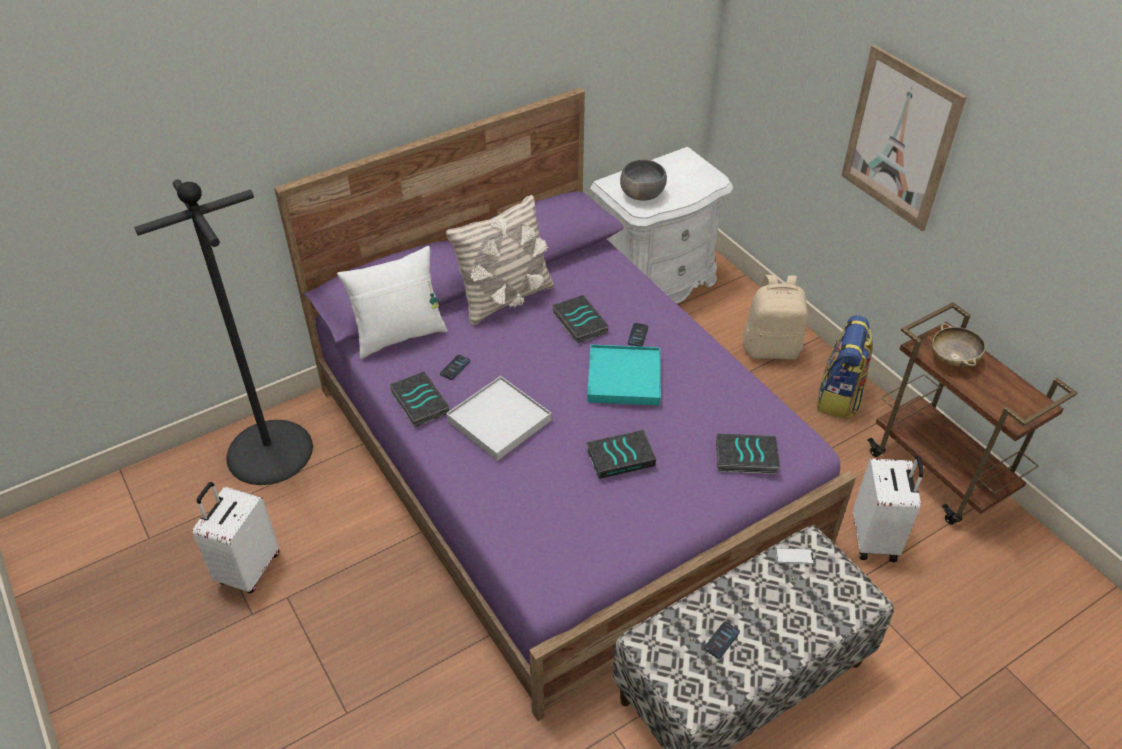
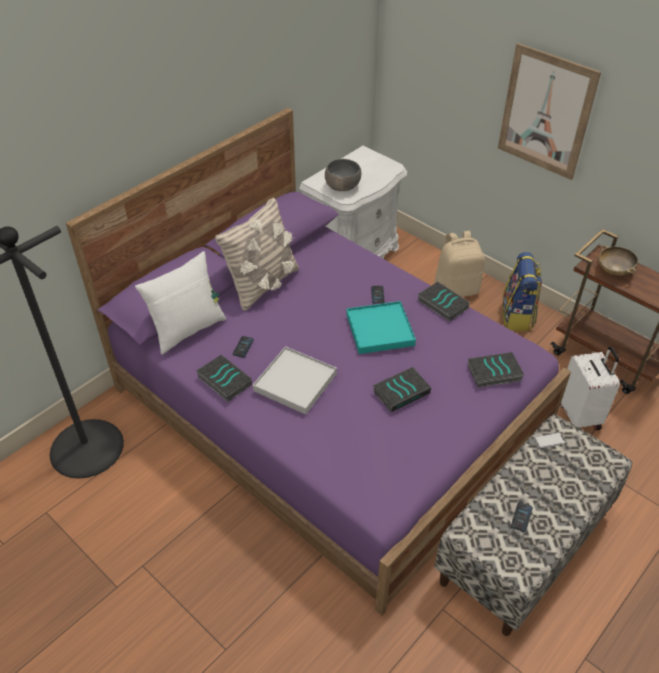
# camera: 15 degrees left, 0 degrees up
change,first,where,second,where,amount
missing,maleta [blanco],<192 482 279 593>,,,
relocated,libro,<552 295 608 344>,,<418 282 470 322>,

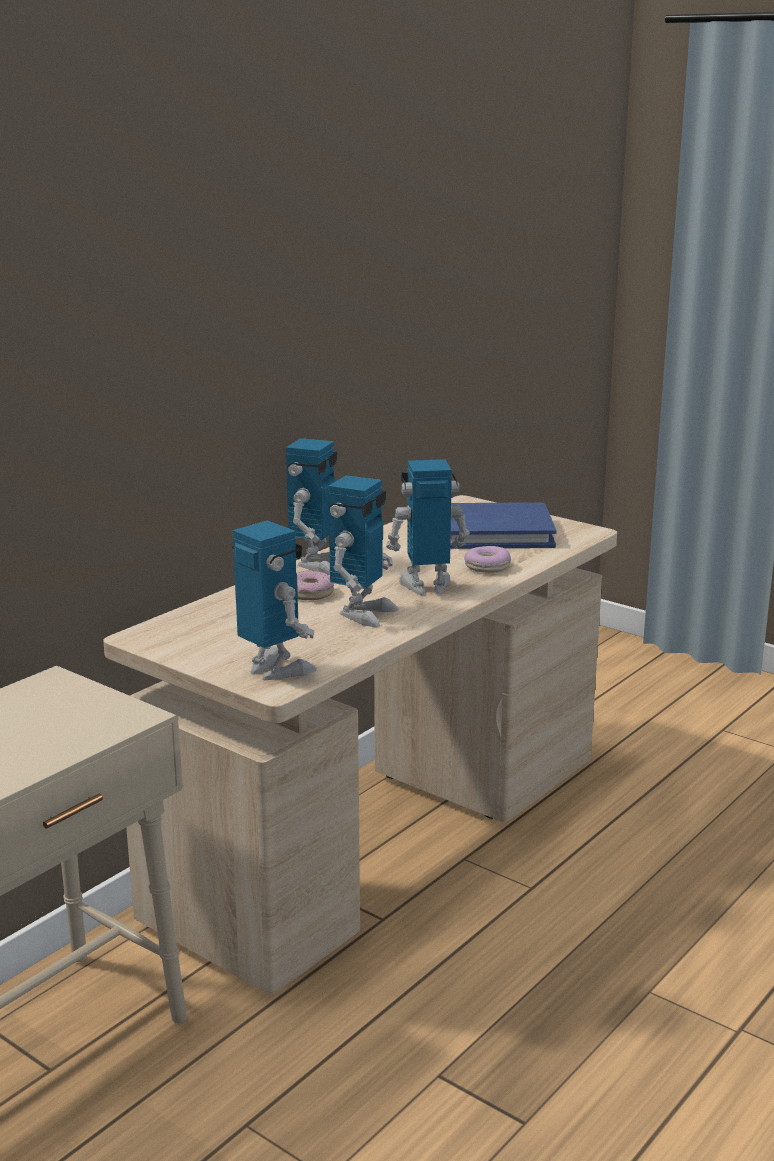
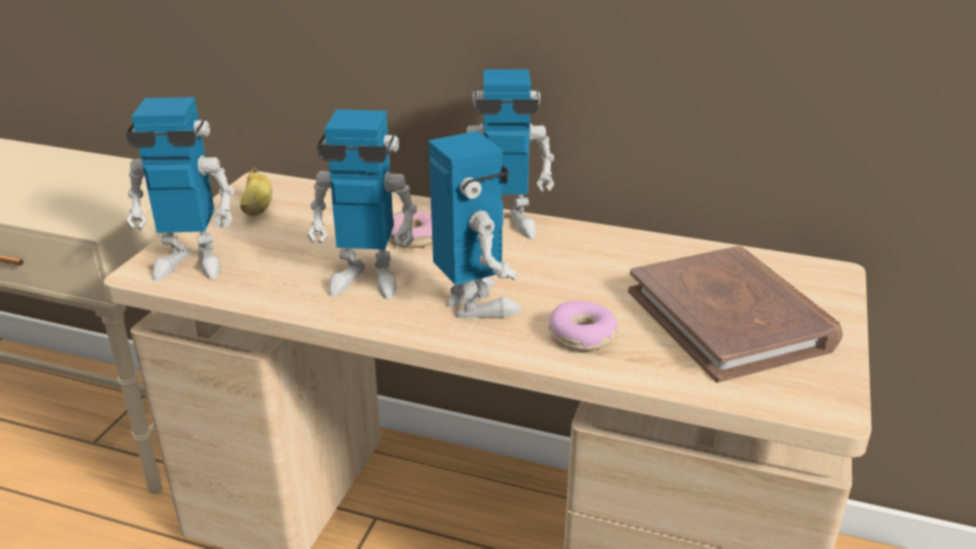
# camera: 70 degrees right, 10 degrees up
change,first,where,second,where,amount
appeared,,,plátano,<240 167 272 216>,
colour,libro [azul],<450 502 557 549>,libro [marrón],<628 246 843 383>,
spun,robot de juguete,<232 520 316 680>,,<125 97 234 281>,60 degrees clockwise

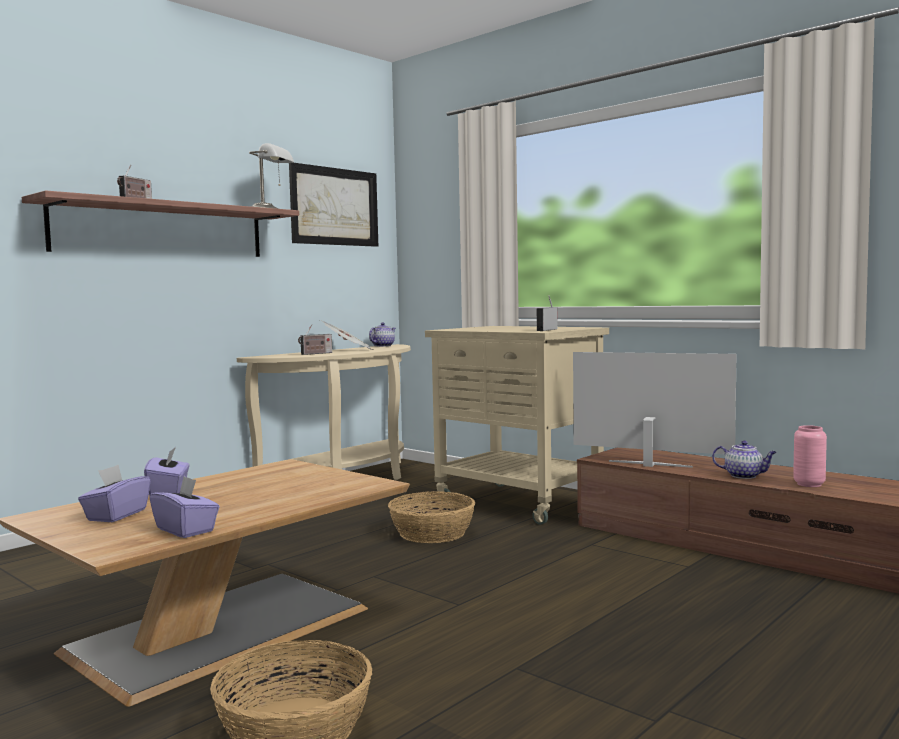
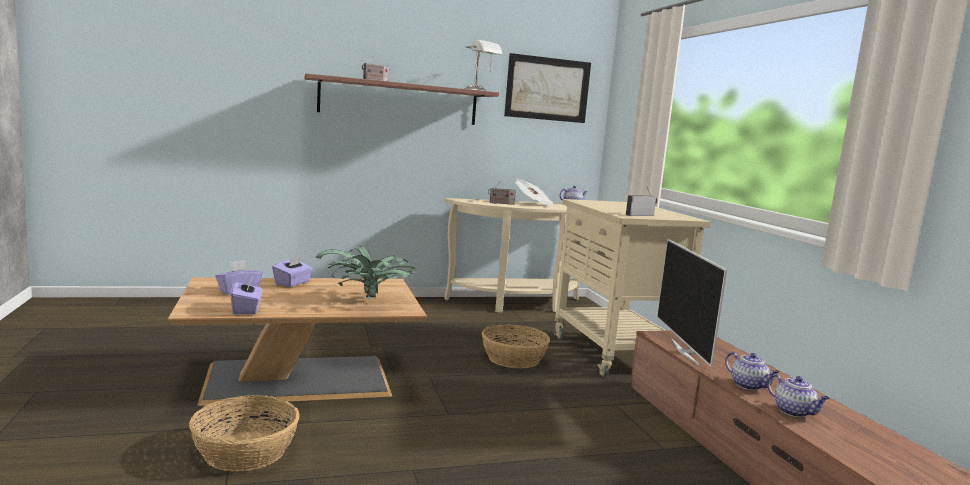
# camera: 30 degrees right, 5 degrees up
change,first,where,second,where,amount
appeared,,,planta en maceta,<316 246 416 301>,
exchanged,florero [rosa],<793 425 827 487>,tetera,<767 374 830 417>,
spun,televisor,<573 352 736 468>,,<657 239 727 367>,150 degrees counterclockwise

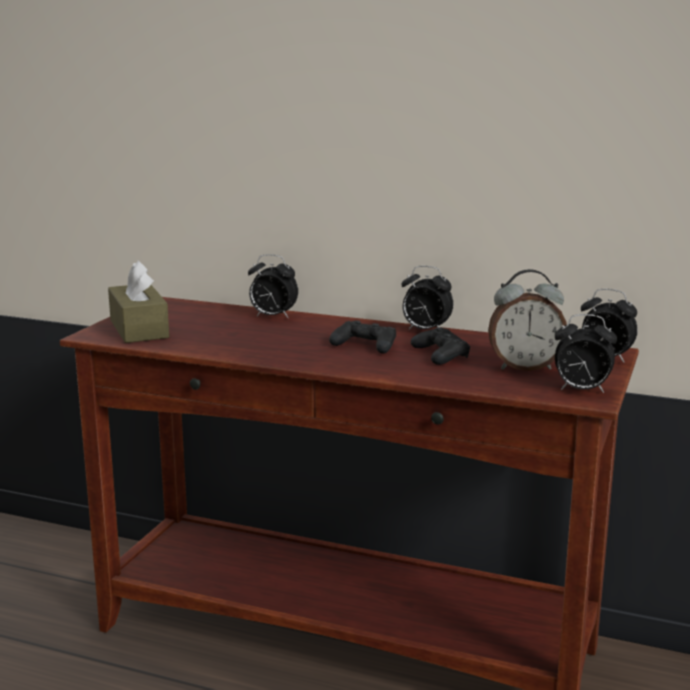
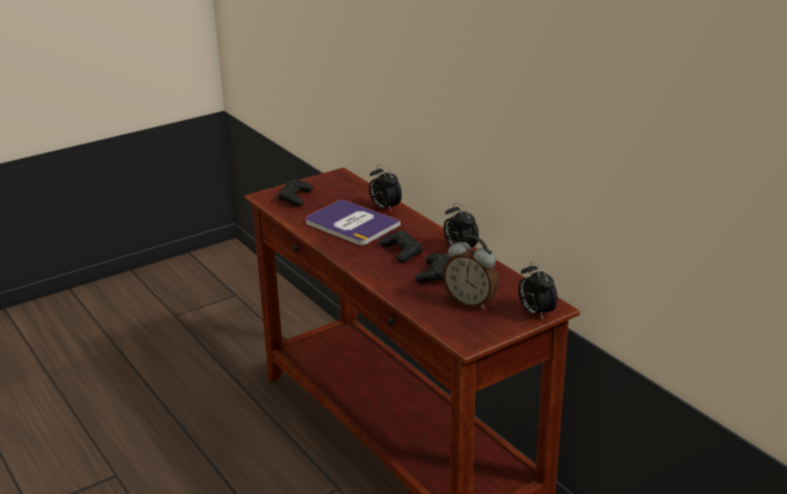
# camera: 35 degrees right, 10 degrees up
change,first,where,second,where,amount
missing,despertador,<555 314 617 393>,,,
appeared,,,libro,<306 199 401 245>,
exchanged,caja de pañuelos [marrón],<108 261 169 343>,mando de consola [negro],<278 179 313 206>,

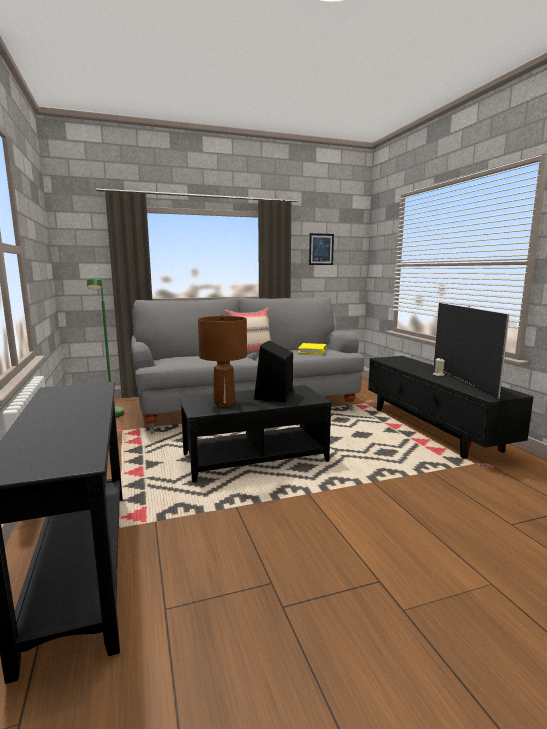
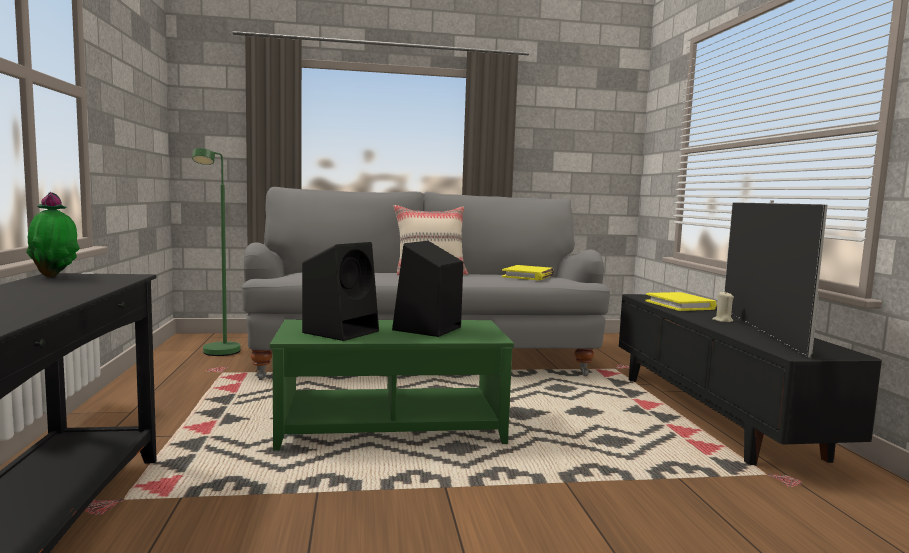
# camera: 10 degrees right, 5 degrees down
change,first,where,second,where,amount
missing,cuadro,<309 233 334 265>,,,
appeared,,,planta en maceta,<26 192 80 277>,
appeared,,,libro [amarillo],<646 292 717 311>,
exchanged,lámpara de mesa [marrón],<198 315 247 407>,altavoz [negro],<302 242 379 341>,
colour,mesa de centro [negro],<179 385 332 483>,mesa de centro [verde],<270 320 514 450>,

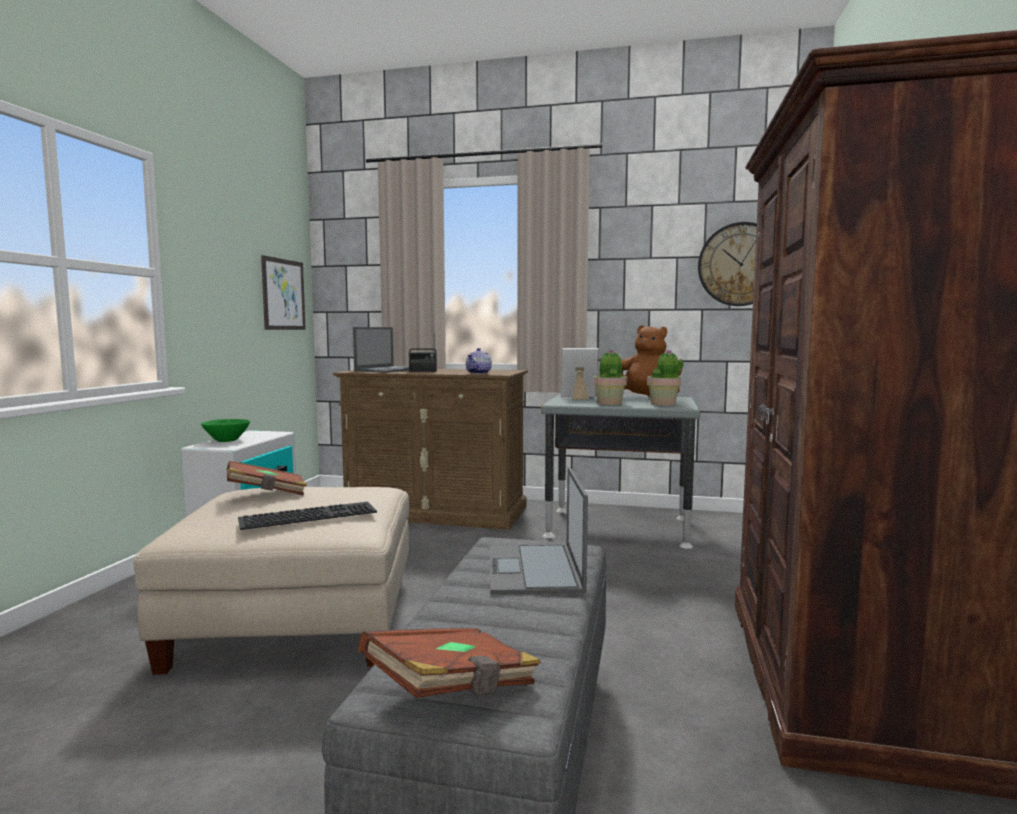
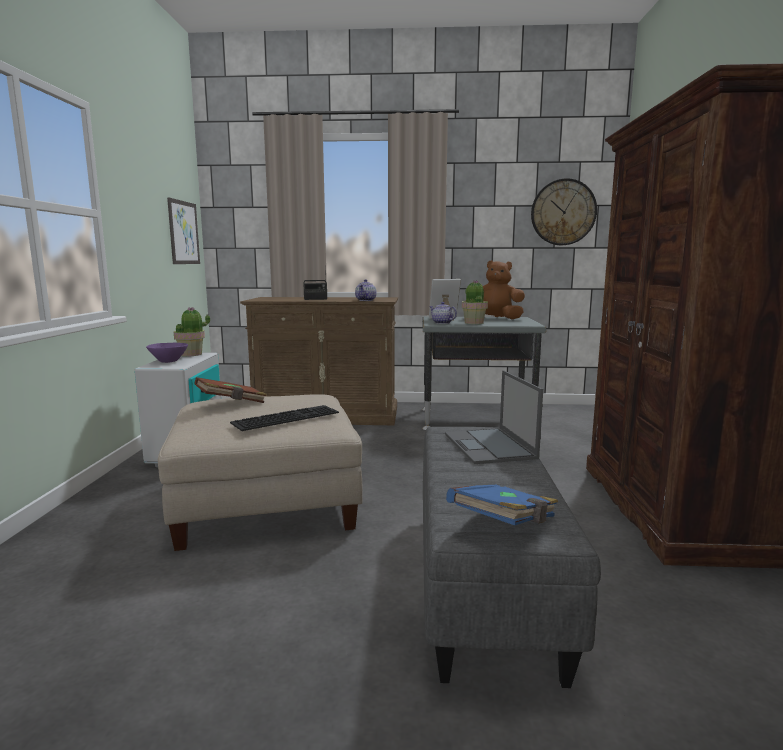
# camera: 10 degrees left, 5 degrees up
change,first,where,second,where,amount
missing,portátil,<353 327 409 373>,,,
appeared,,,tetera,<429 302 457 324>,
relocated,planta en maceta,<647 349 683 406>,,<174 307 210 357>,
colour,cuenco [verde],<201 419 250 442>,cuenco [morado],<146 343 188 363>,
colour,libro [marrón],<358 628 541 698>,libro [azul],<446 485 558 526>,

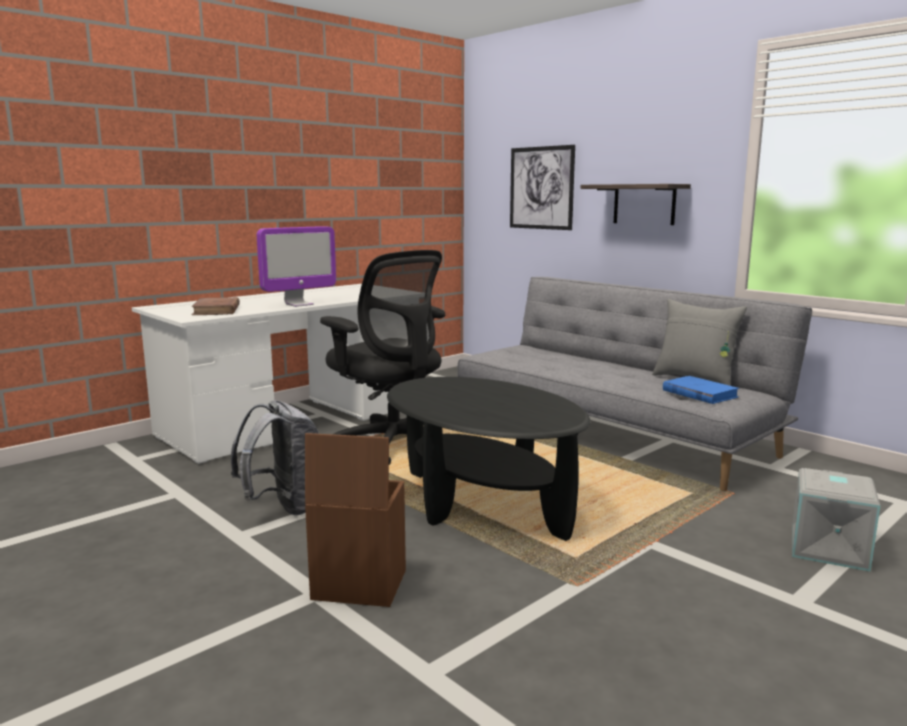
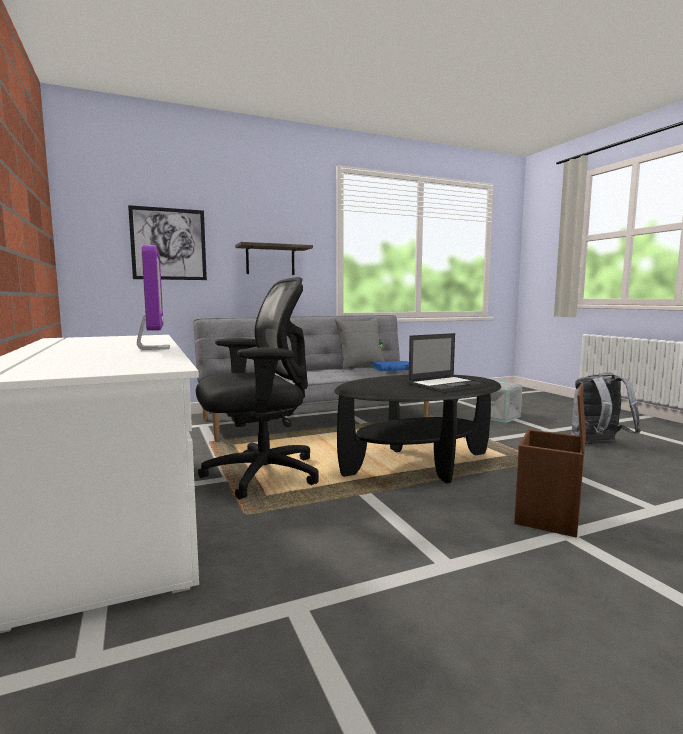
# camera: 70 degrees left, 5 degrees down
change,first,where,second,where,amount
missing,libro [marrón],<191 297 240 315>,,,
appeared,,,portátil,<408 333 487 393>,
relocated,mochila [gris],<231 400 319 515>,,<571 372 641 444>,

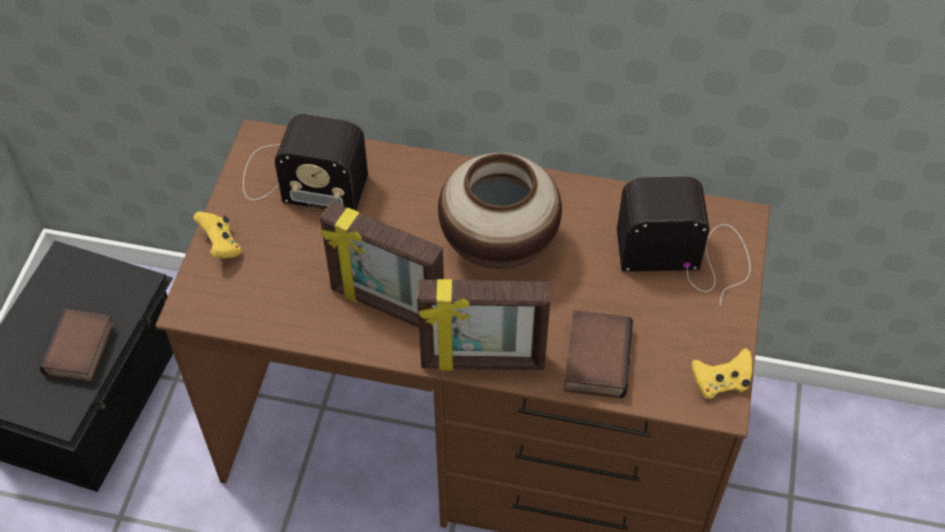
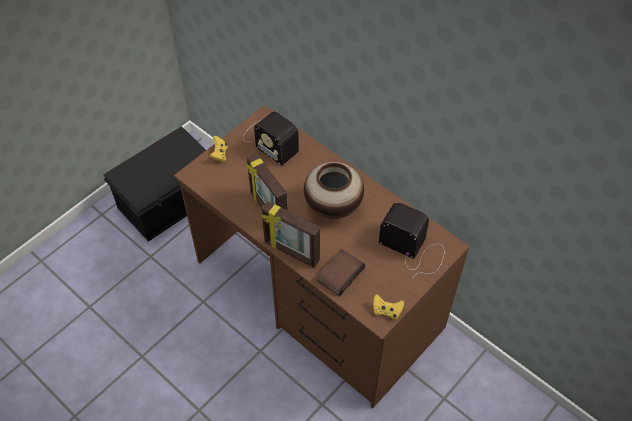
# camera: 30 degrees right, 0 degrees up
change,first,where,second,where,amount
missing,libro,<40 309 114 382>,,,

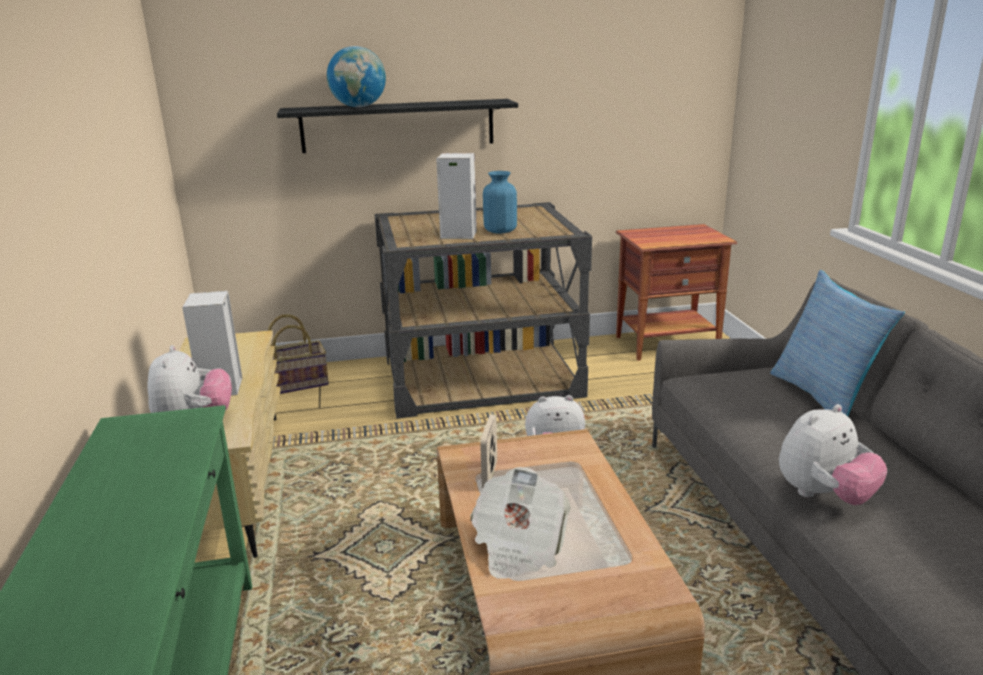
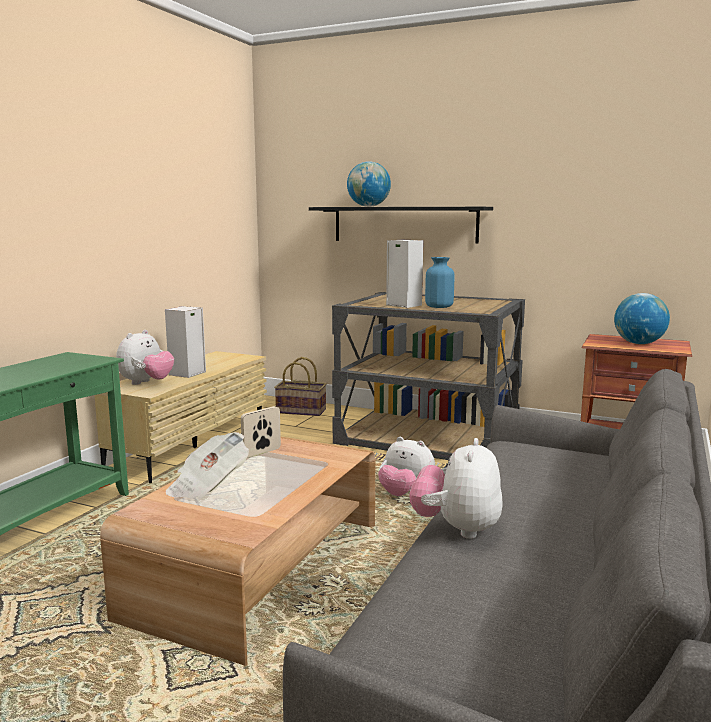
# camera: 35 degrees right, 10 degrees down
change,first,where,second,where,amount
missing,cojín,<770 270 905 416>,,,
appeared,,,globo terráqueo,<614 293 670 344>,
spun,peluche,<779 404 887 505>,,<410 438 503 539>,105 degrees clockwise

